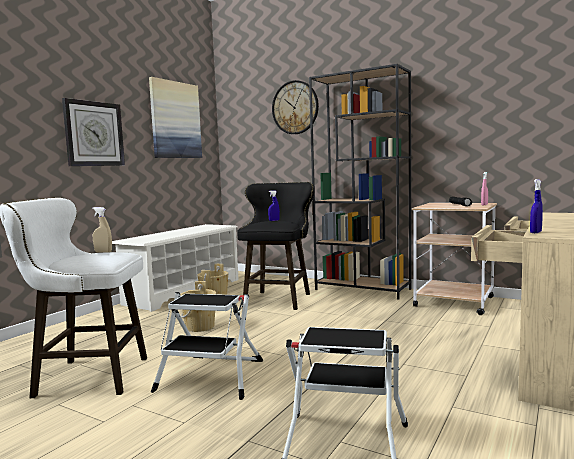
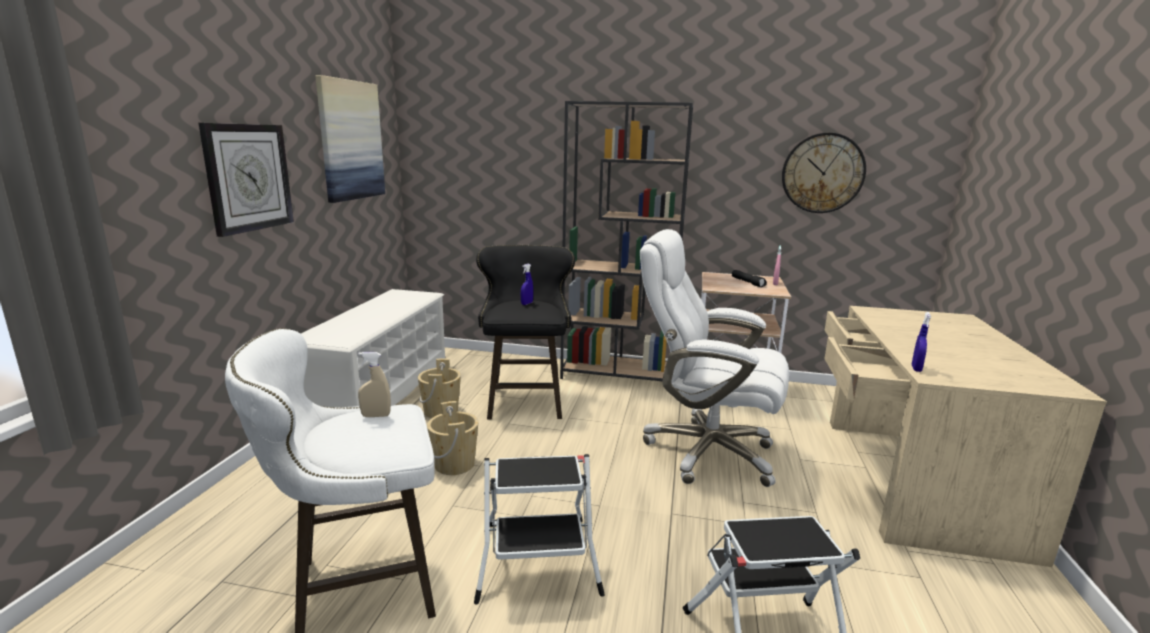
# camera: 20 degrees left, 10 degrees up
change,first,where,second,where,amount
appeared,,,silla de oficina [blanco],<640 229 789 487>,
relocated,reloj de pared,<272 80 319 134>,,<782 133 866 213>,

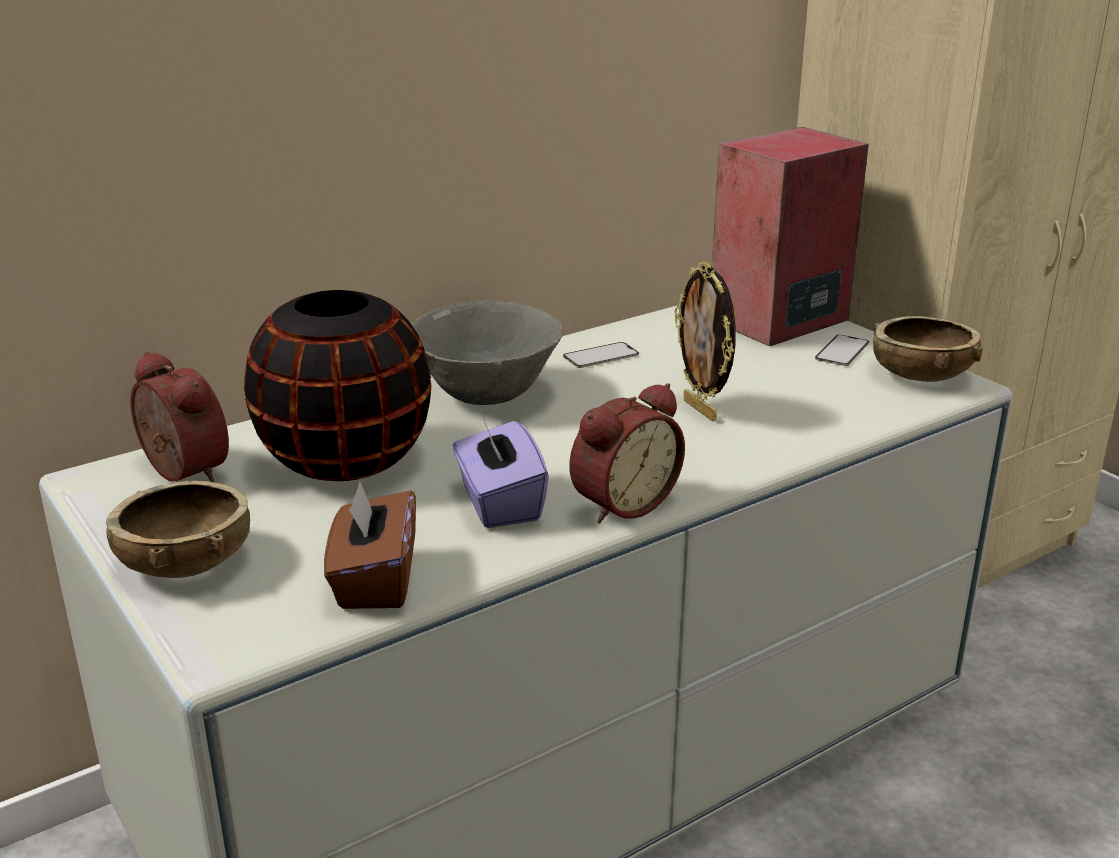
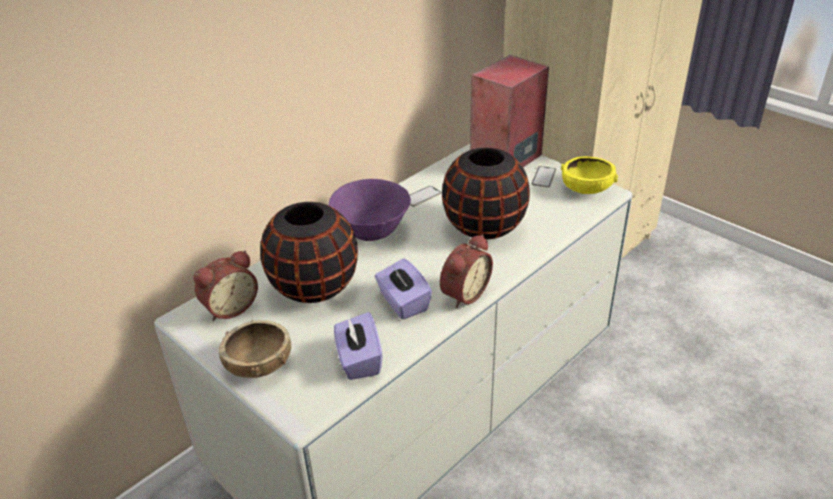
# camera: 10 degrees left, 10 degrees up
change,first,where,second,where,amount
exchanged,portarretratos,<675 261 736 422>,florero [negro],<442 148 530 239>,
colour,caja de pañuelos [marrón],<324 482 416 609>,caja de pañuelos [morado],<334 312 382 380>,
colour,cuenco [gris],<412 301 563 405>,cuenco [morado],<329 179 411 241>,
colour,cuenco [marrón],<873 316 982 382>,cuenco [amarillo],<561 157 618 194>,
spun,despertador,<130 352 229 482>,,<194 251 258 321>,105 degrees clockwise

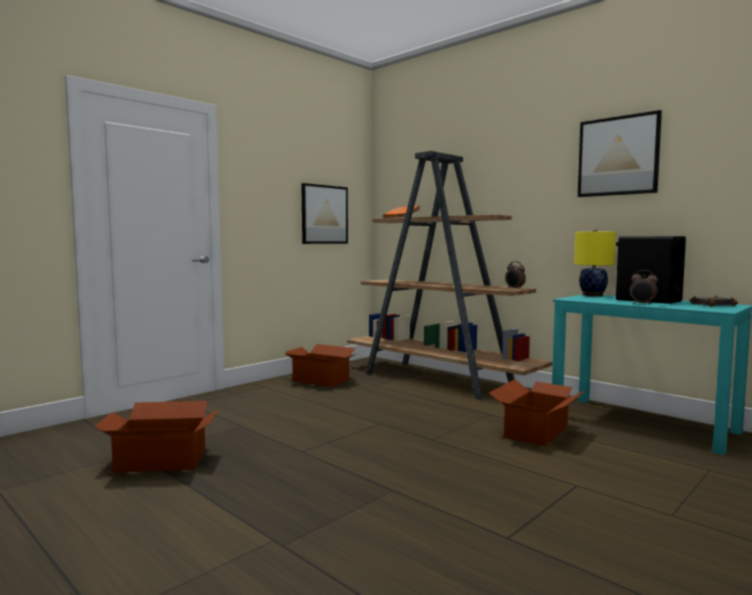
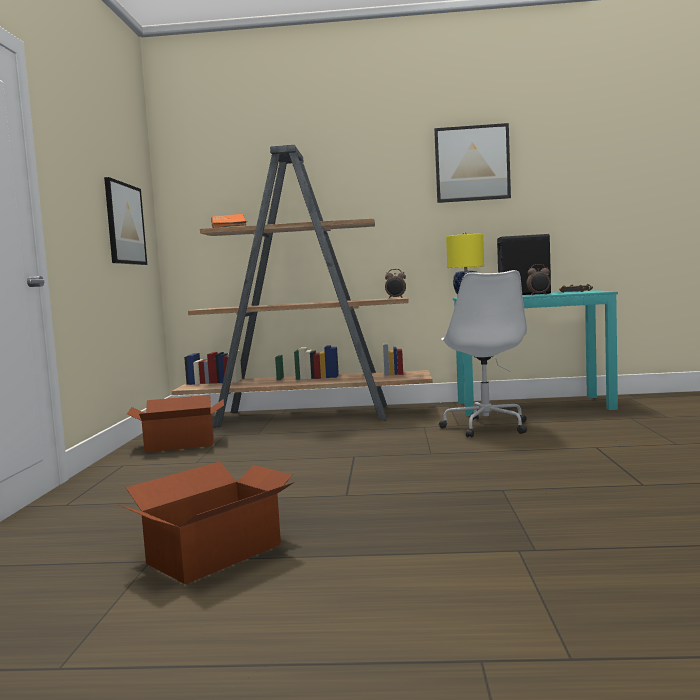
# camera: 40 degrees left, 0 degrees up
change,first,where,second,where,amount
exchanged,caja de cartón,<489 379 585 447>,silla de oficina [blanco],<439 270 527 438>,

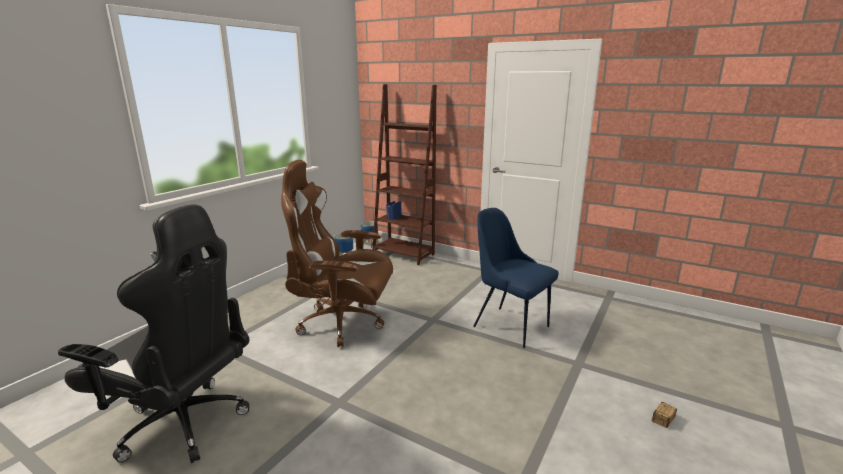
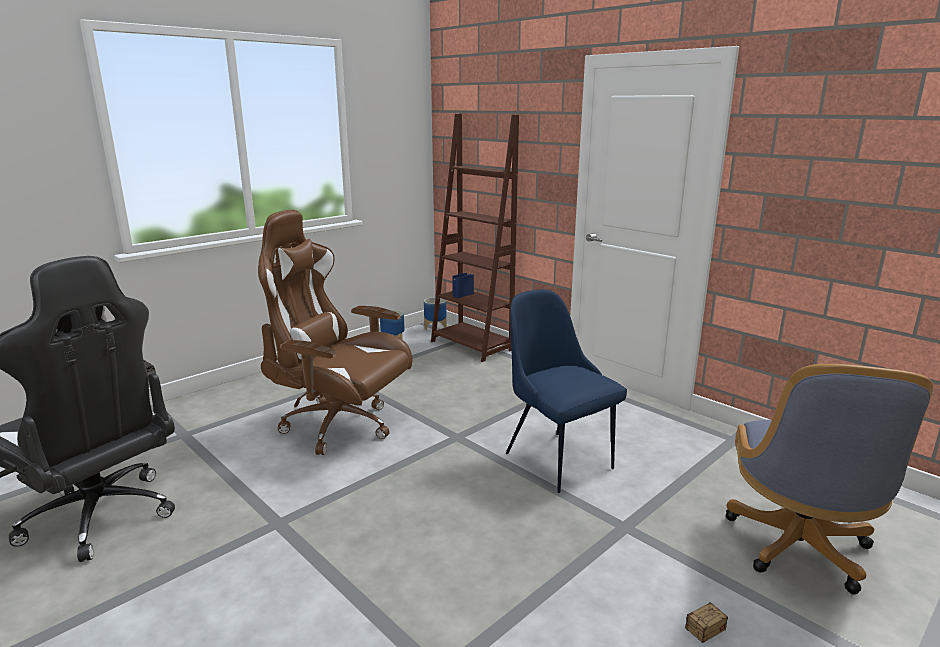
# camera: 15 degrees right, 0 degrees up
change,first,where,second,where,amount
appeared,,,silla de oficina [azul],<726 364 933 595>,

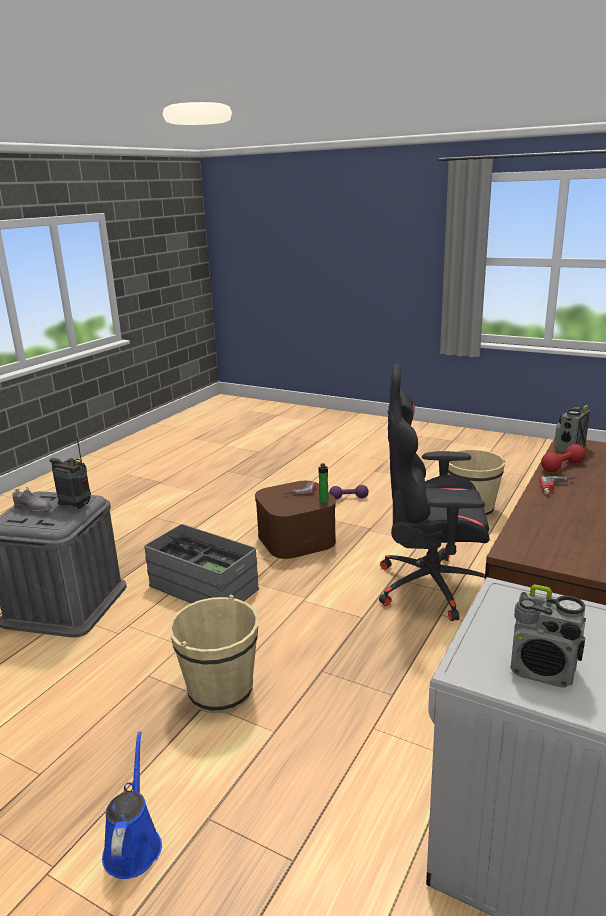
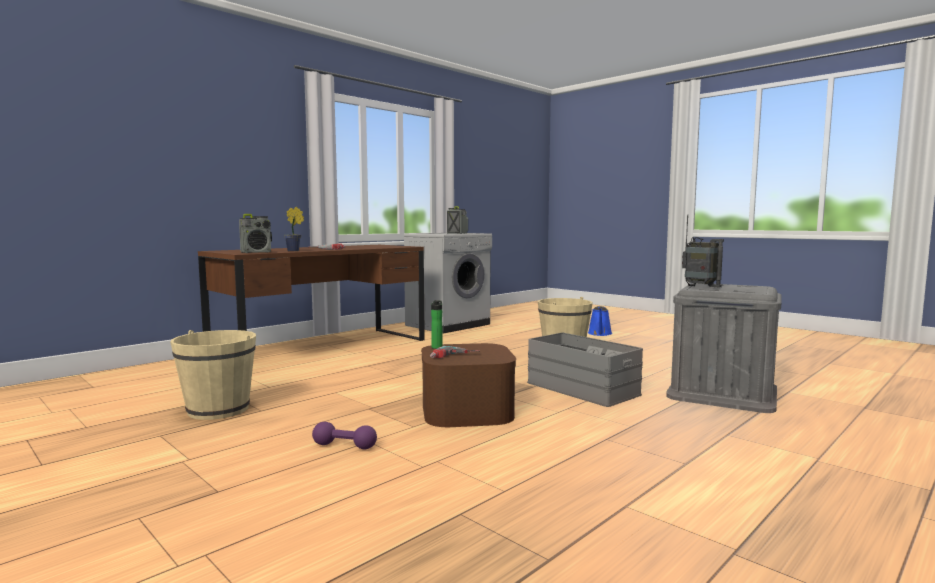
# camera: 165 degrees left, 15 degrees down
change,first,where,second,where,amount
missing,zapato [gris],<12 487 52 512>,,,
missing,silla de oficina [negro],<379 363 489 621>,,,
exchanged,mancuerna [rojo],<541 444 586 472>,planta en maceta,<284 207 304 251>,

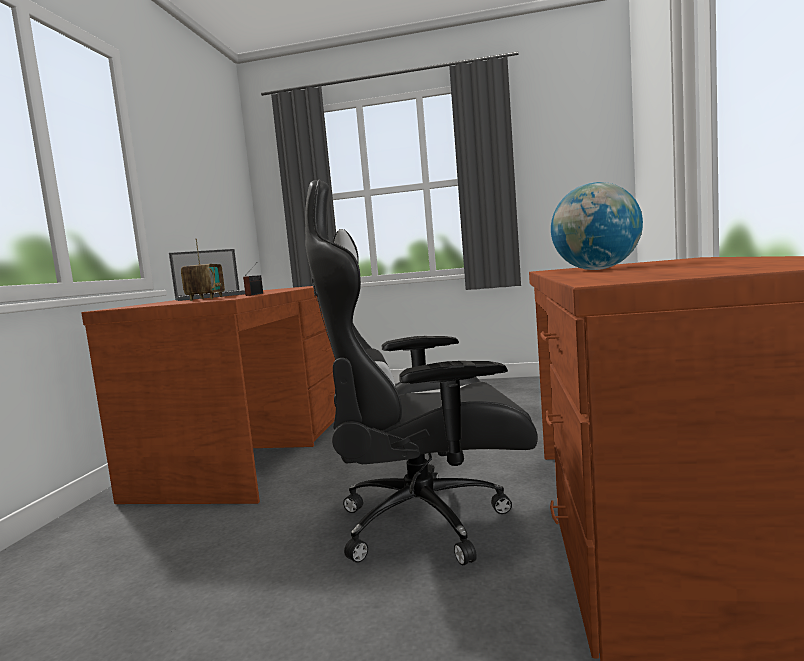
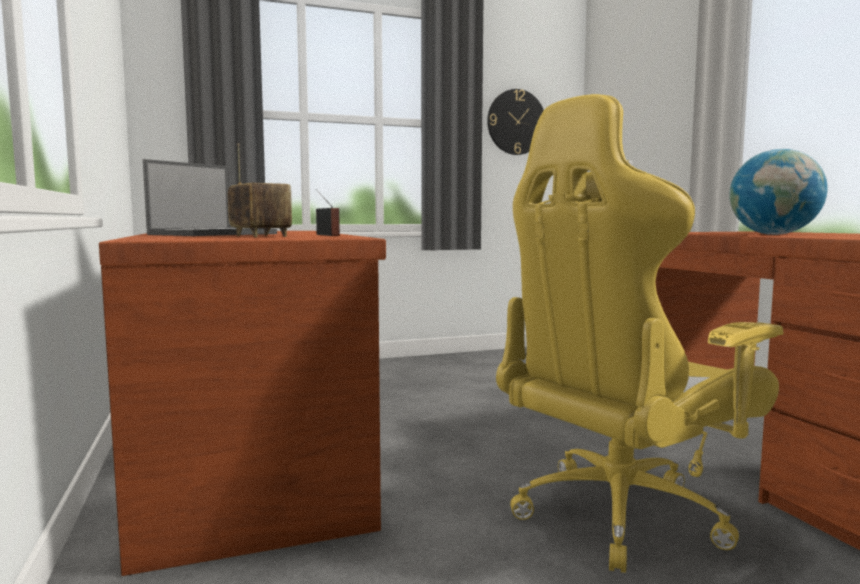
# camera: 30 degrees left, 0 degrees up
change,first,where,second,where,amount
appeared,,,reloj de pared,<487 89 544 155>,
colour,silla de oficina [negro],<305 180 537 565>,silla de oficina [amarillo],<496 94 784 573>,

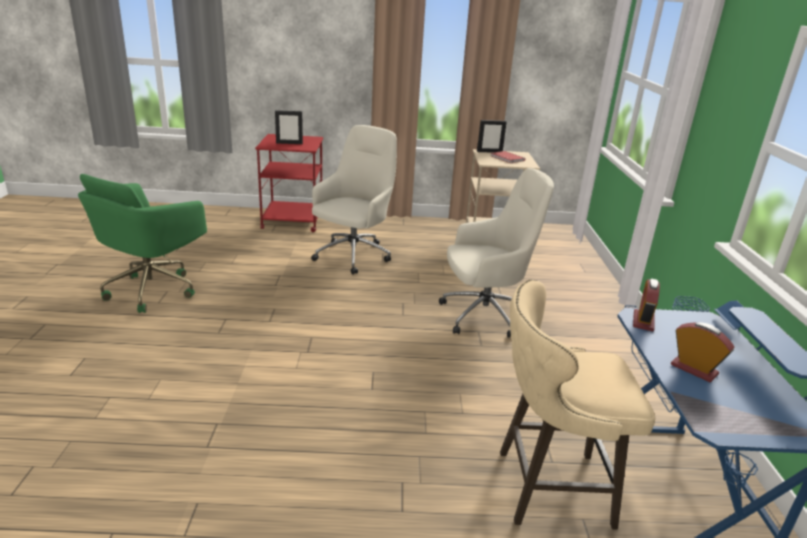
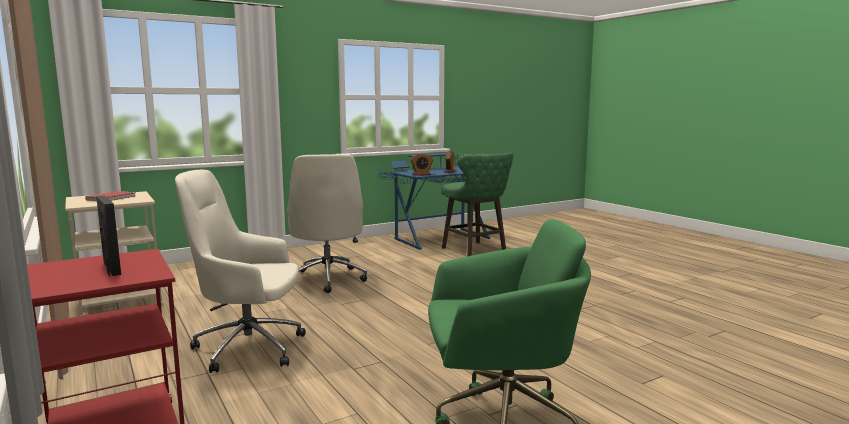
# camera: 120 degrees left, 15 degrees down
change,first,where,second,where,amount
missing,portarretratos,<477 120 507 153>,,,
colour,taburete [beis],<500 279 655 530>,taburete [verde],<441 152 513 257>,
spun,silla de oficina [beis],<439 168 554 338>,,<287 154 367 293>,150 degrees counterclockwise

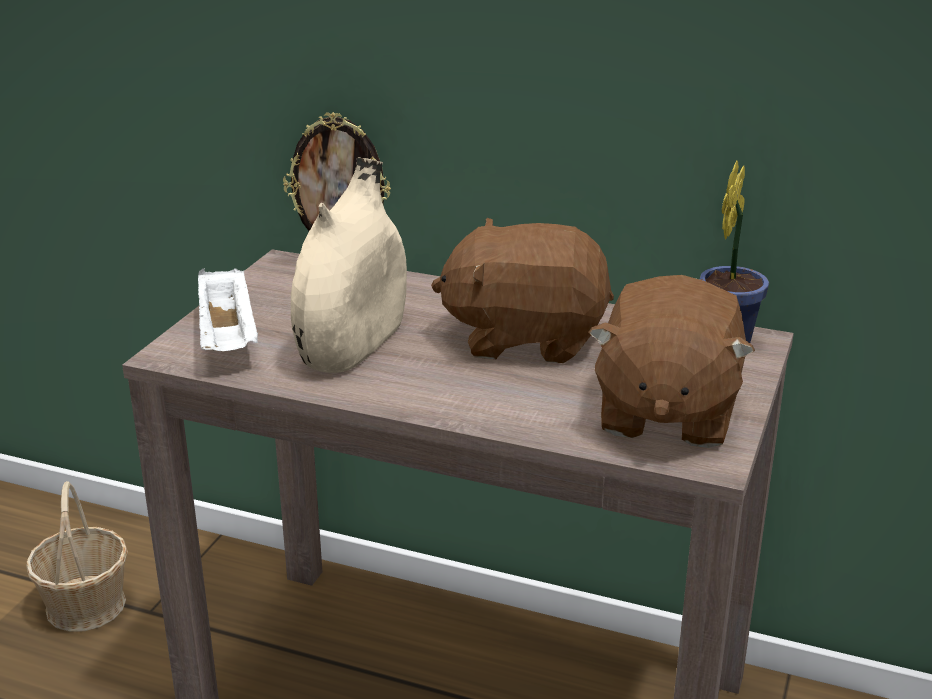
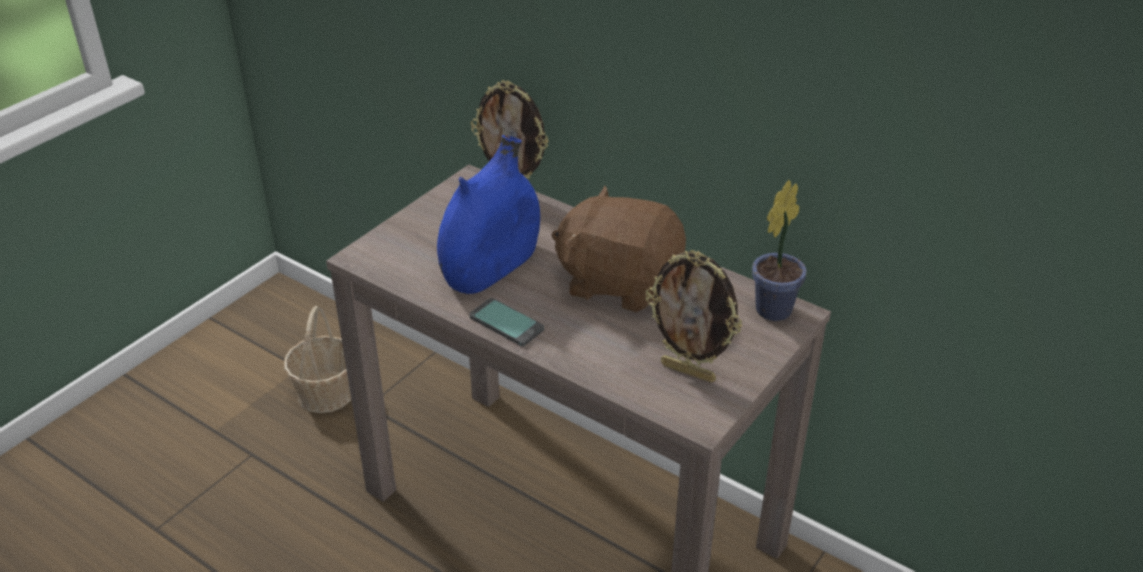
# camera: 15 degrees right, 10 degrees up
change,first,where,second,where,amount
missing,bandeja [blanco],<198 268 258 351>,,,
appeared,,,móvil,<470 298 544 346>,
exchanged,peluche [marrón],<588 275 755 448>,portarretratos,<646 250 742 383>,
colour,florero [beis],<291 157 407 373>,florero [azul],<437 135 540 294>,

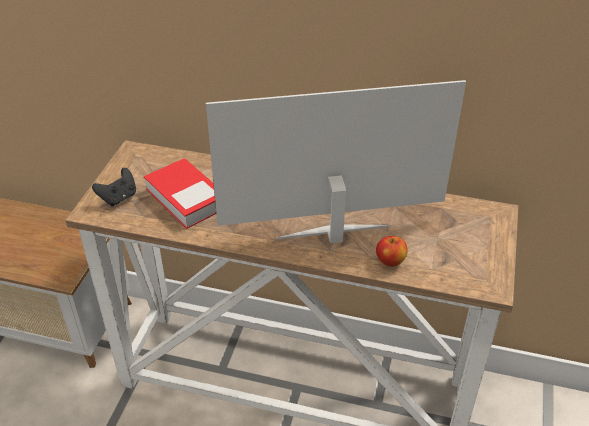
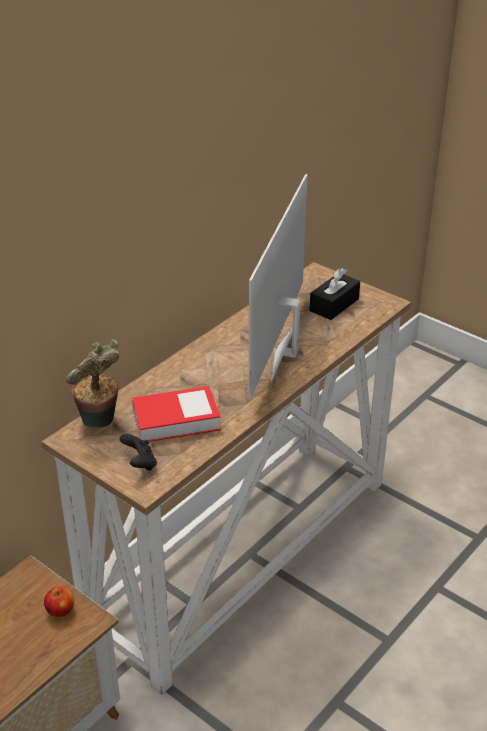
# camera: 65 degrees left, 5 degrees down
change,first,where,second,where,amount
appeared,,,planta en maceta,<66 339 119 428>,
appeared,,,caja de pañuelos [negro],<309 268 360 320>,
relocated,manzana,<376 236 408 267>,,<44 586 74 617>,

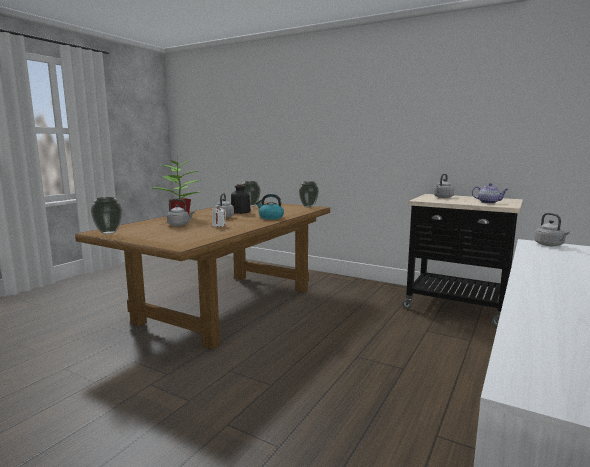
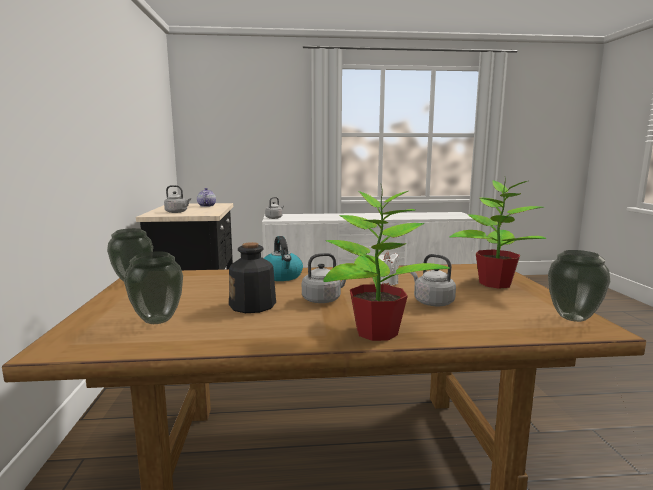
# camera: 125 degrees left, 0 degrees up
change,first,where,second,where,amount
appeared,,,planta en maceta,<450 179 547 289>,

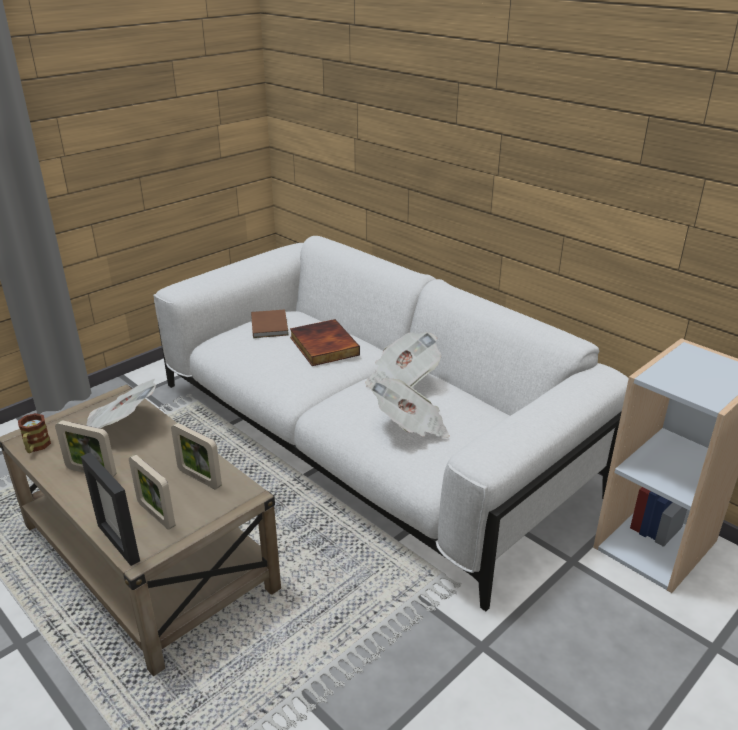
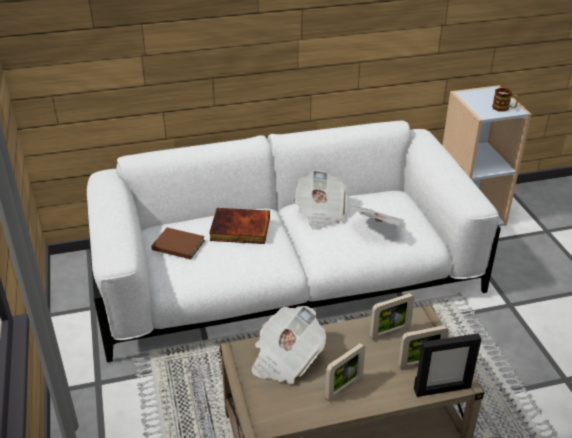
# camera: 60 degrees left, 5 degrees up
change,first,where,second,where,amount
relocated,taza grande,<18 413 51 453>,,<492 88 519 112>,

